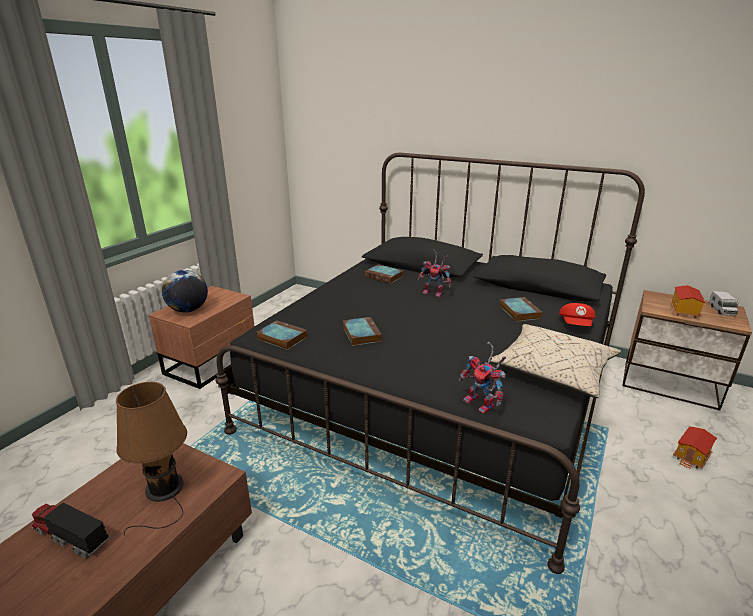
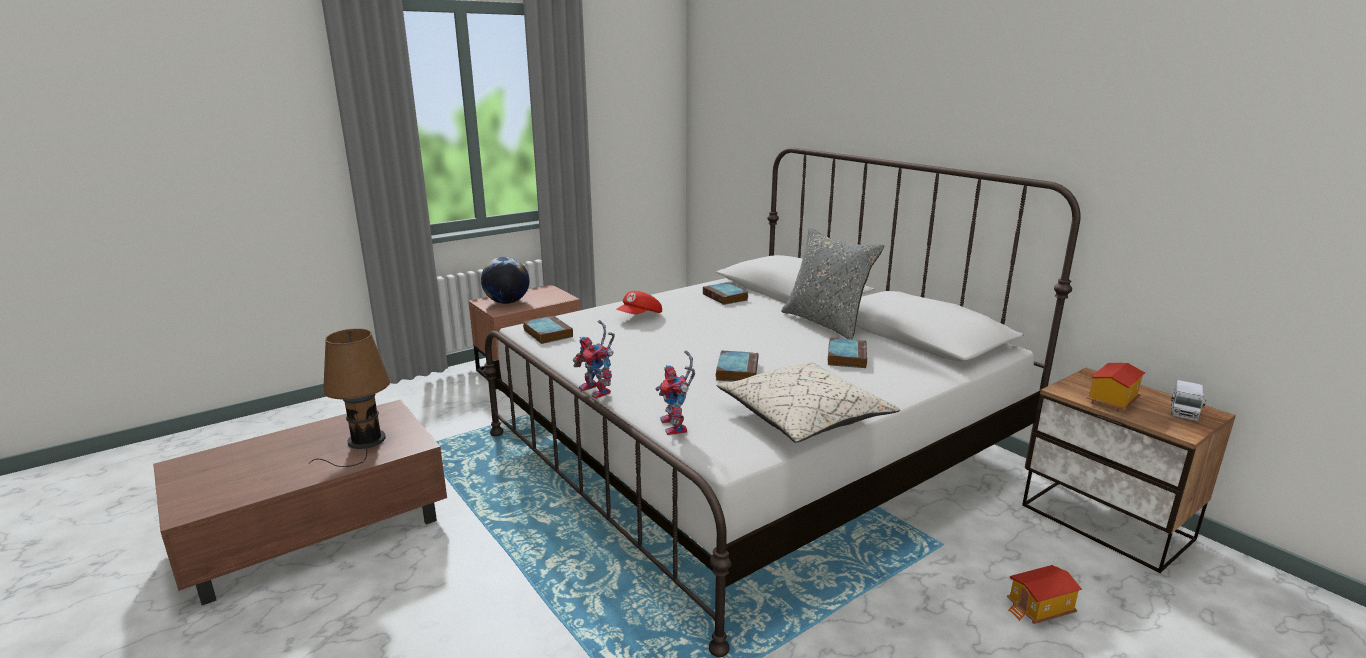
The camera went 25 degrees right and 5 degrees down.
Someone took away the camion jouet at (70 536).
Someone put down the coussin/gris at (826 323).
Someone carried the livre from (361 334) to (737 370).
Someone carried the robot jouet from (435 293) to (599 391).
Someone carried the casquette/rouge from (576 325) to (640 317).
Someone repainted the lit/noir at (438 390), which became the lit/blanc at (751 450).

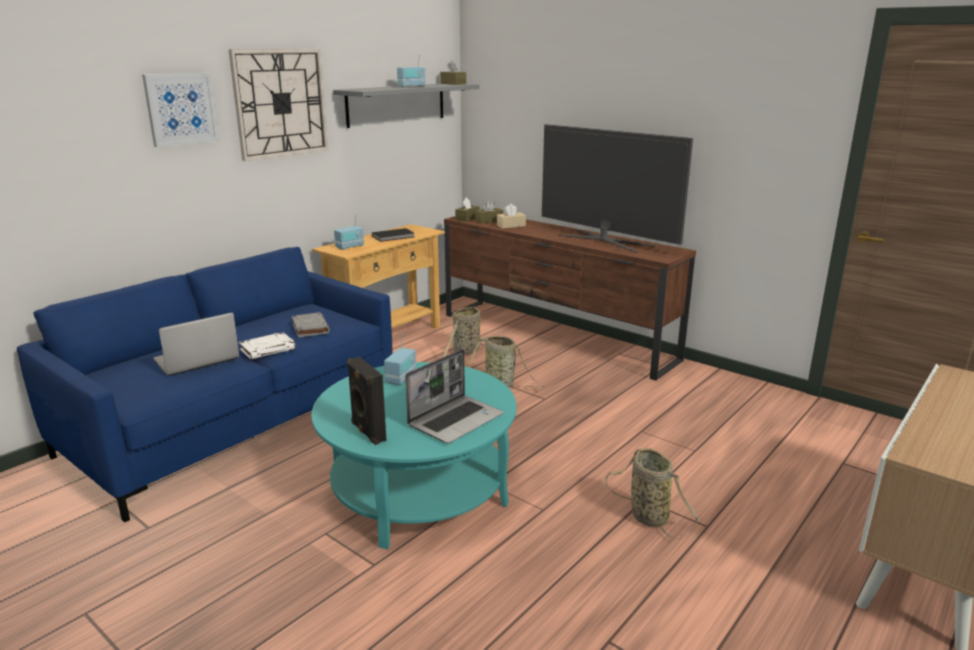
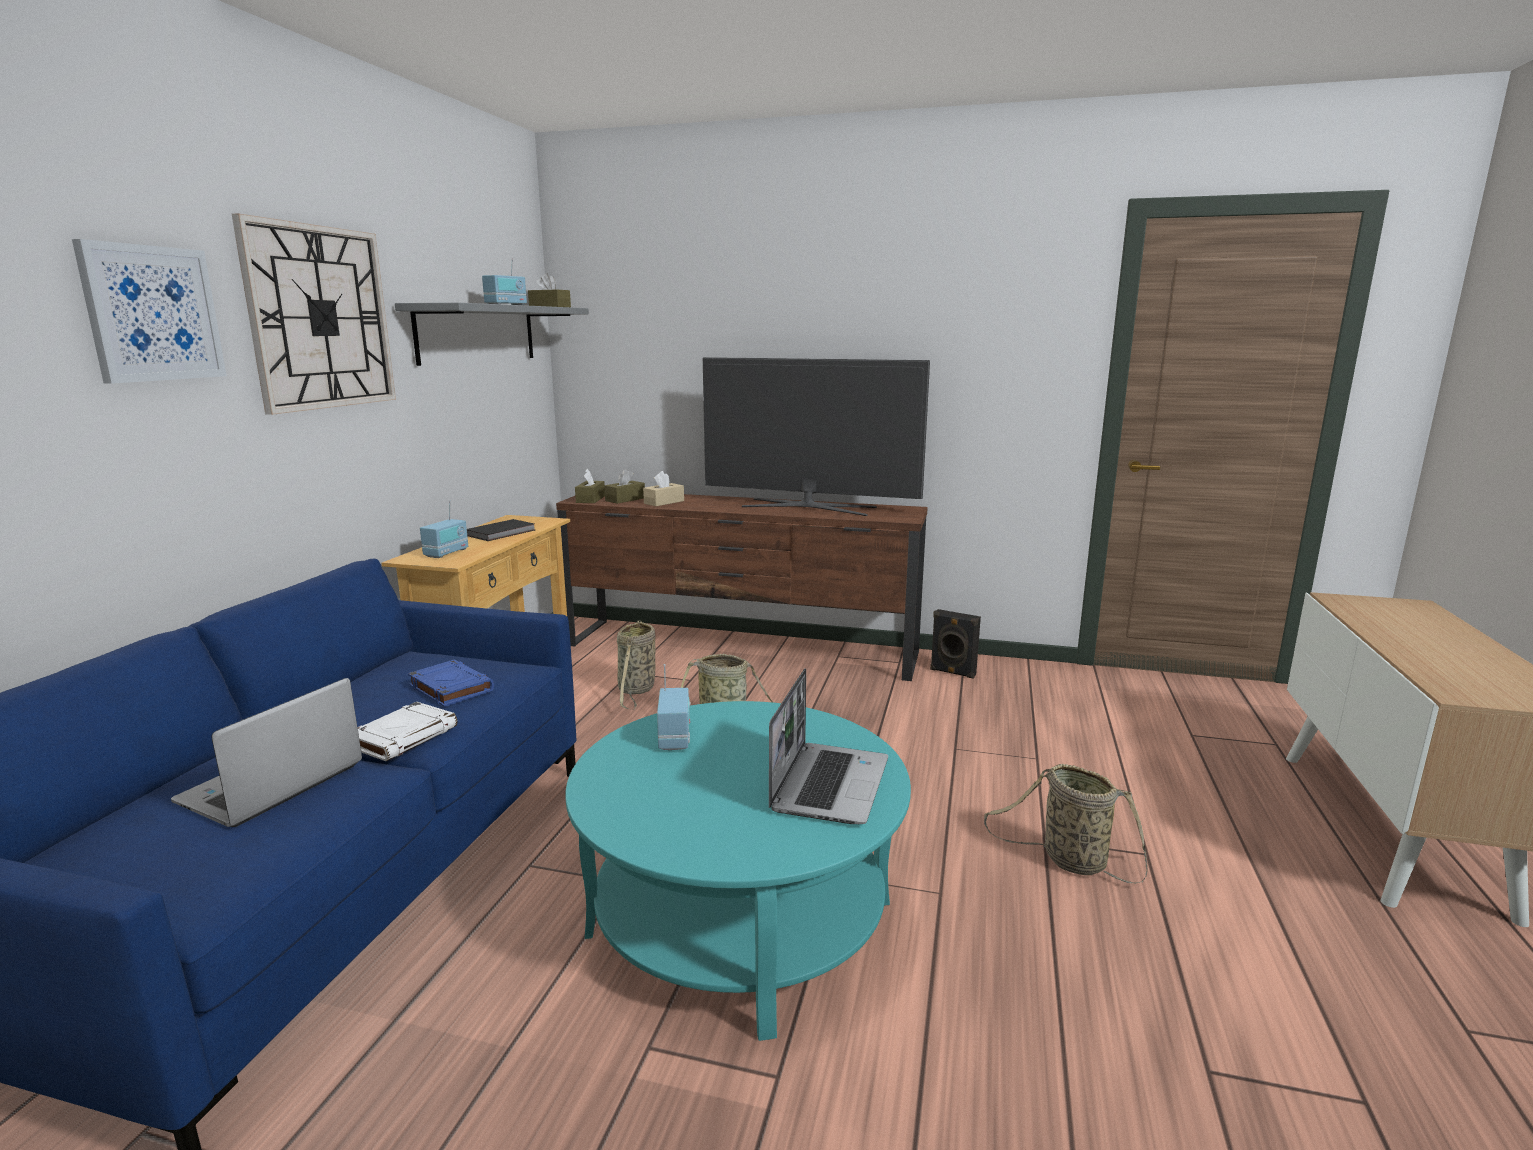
The camera went 25 degrees left and 5 degrees down.
Someone carried the enceinte/noir from (367 432) to (952 672).
Someone repainted the livre/gris at (310 328), which became the livre/bleu at (450 688).

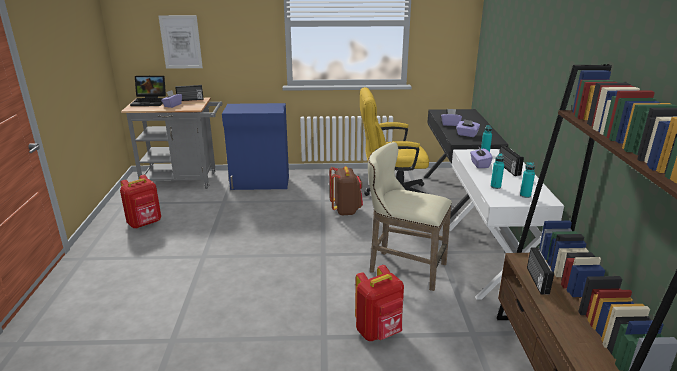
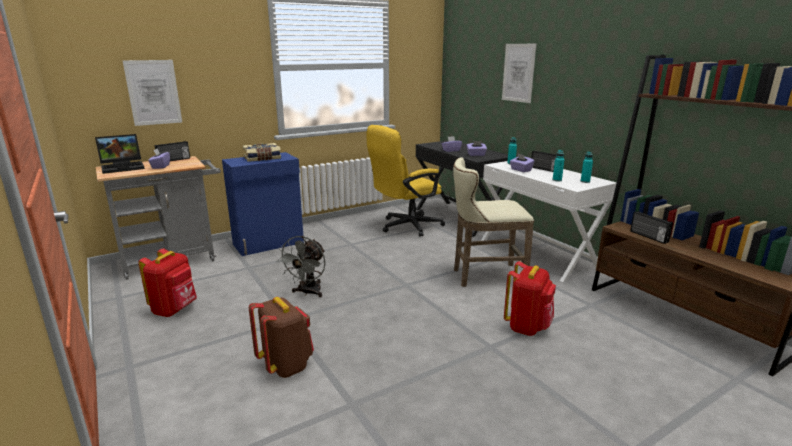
The camera went 30 degrees left and 5 degrees down.
Someone put down the livre at (262 158).
Someone put down the ventilateur/gris at (308 292).
Someone put up the tableau at (518 73).
Someone carried the sac à dos/marron from (346 210) to (286 365).

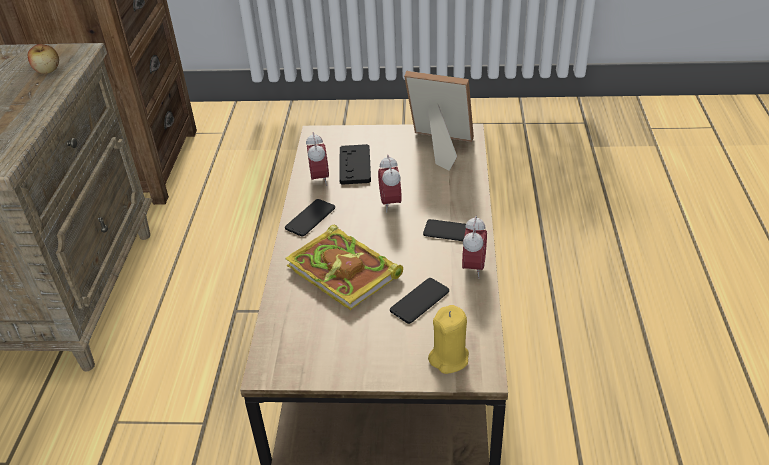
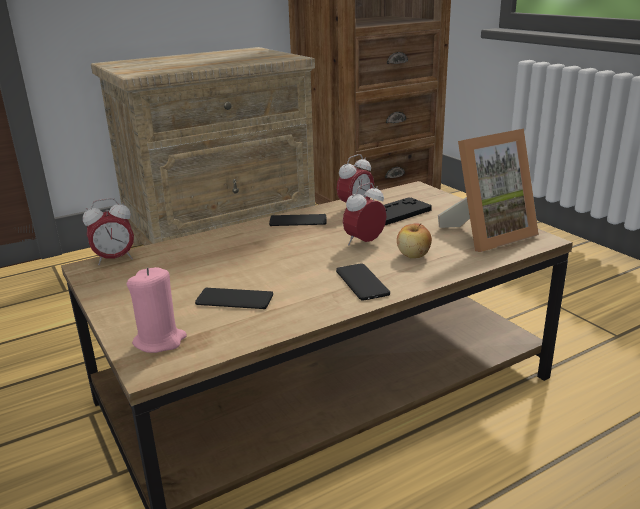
The camera went 55 degrees right and 15 degrees down.
Someone took away the livre at (346 272).
Someone carried the pomme from (47 71) to (413 255).
Someone carried the réveil from (473 268) to (114 259).
Someone repainted the bougie/jaune at (449 358), which became the bougie/rose at (160 341).
Someone rotated the cadre photo at (438 147) by 75 degrees clockwise.

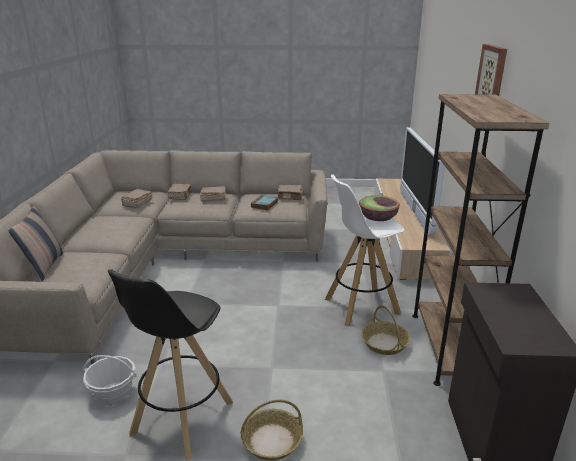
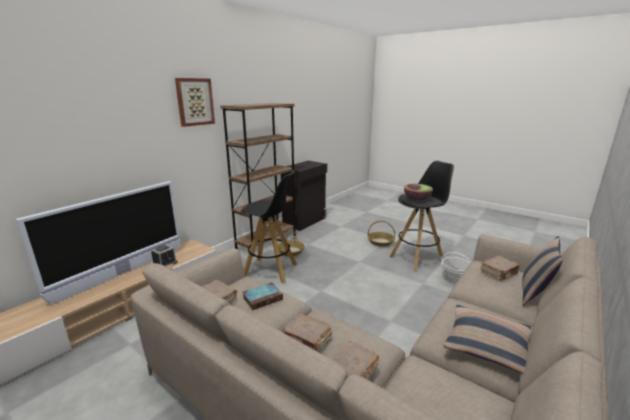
The camera went 145 degrees left and 5 degrees down.
Someone put down the réveil at (165 264).
Someone put down the coussin at (486 345).
Someone carried the livre/marron from (137 203) to (499 273).
Someone carried the bol from (378 219) to (417 199).
Someone repainted the tabouret/blanc at (360 306), which became the tabouret/noir at (271 270).

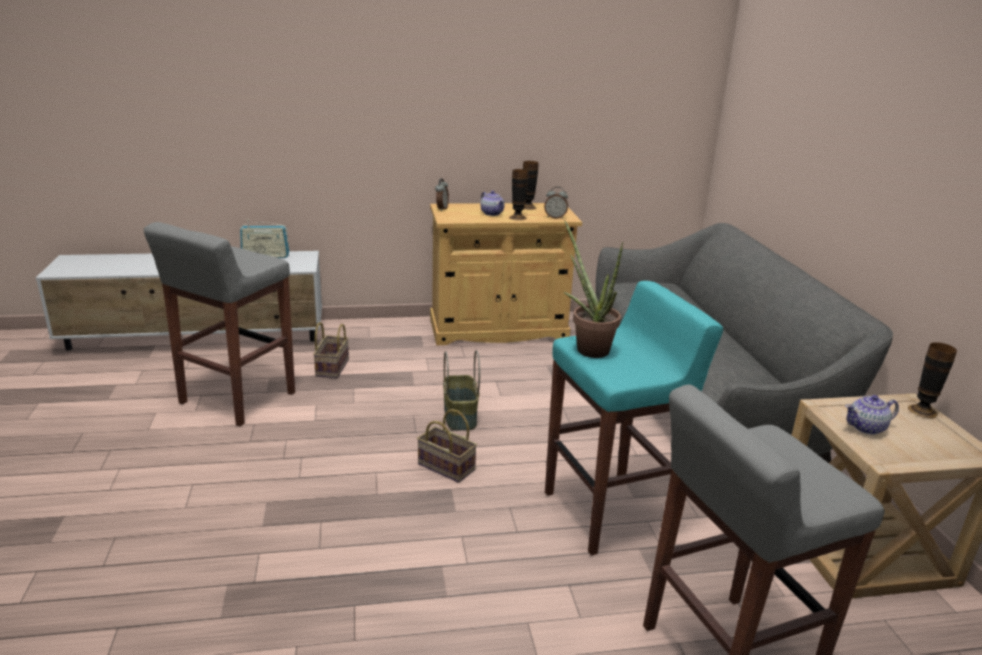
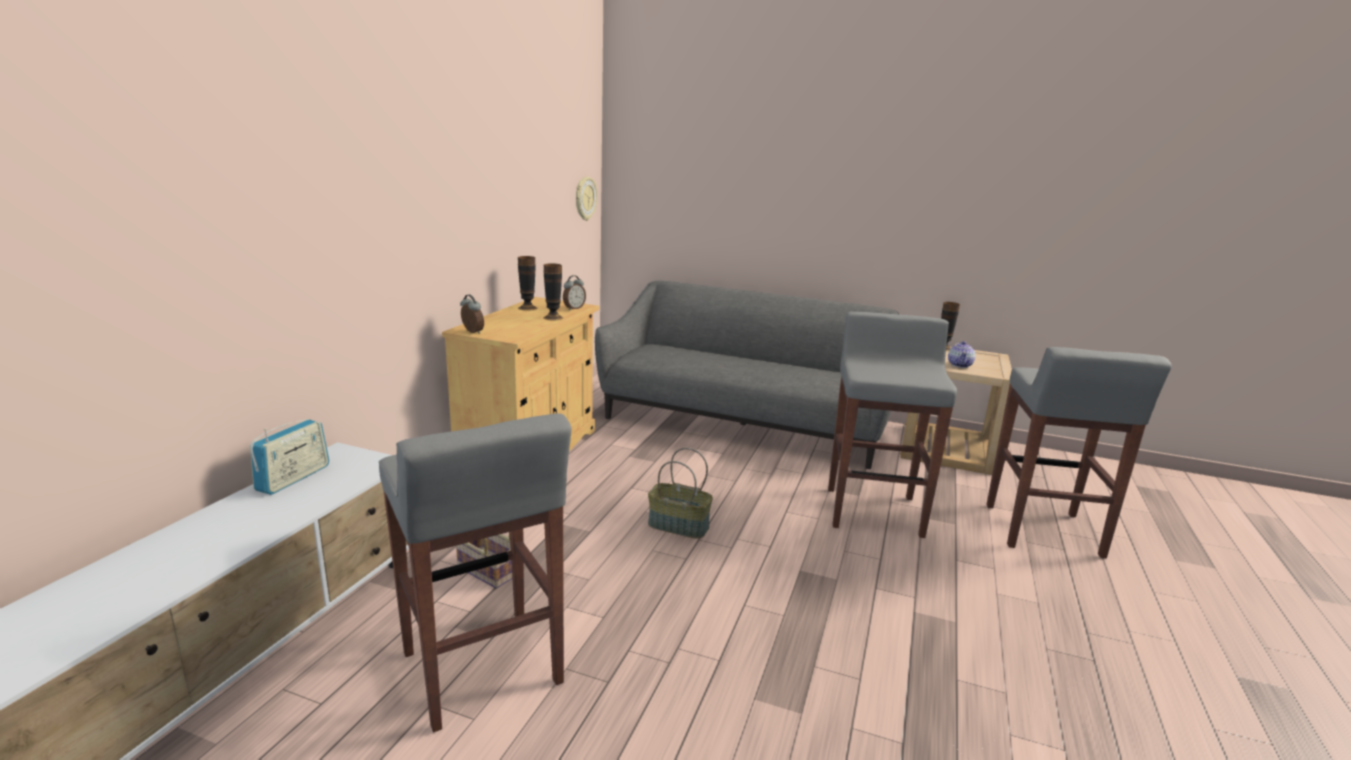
The camera went 60 degrees left and 5 degrees down.
Someone took away the panier at (444 467).
Someone took away the théière at (492 213).
Someone took away the plante en pot at (587 347).
Someone put up the horloge murale at (585 198).
Someone repainted the tabouret/turquoise at (610 513), which became the tabouret/gris at (873 511).

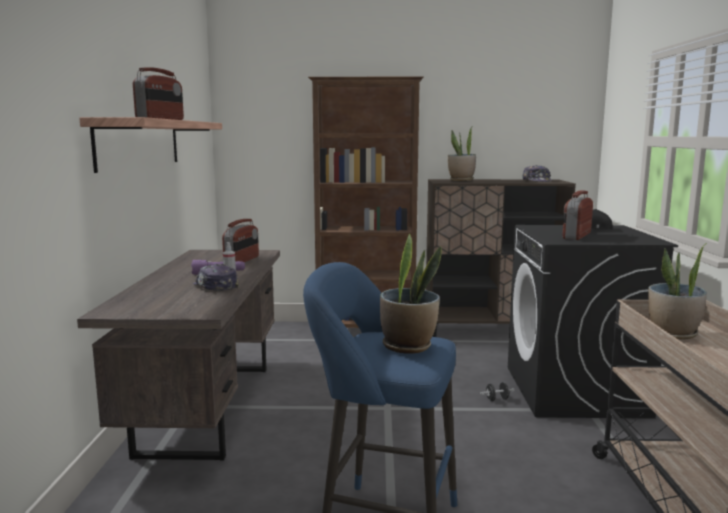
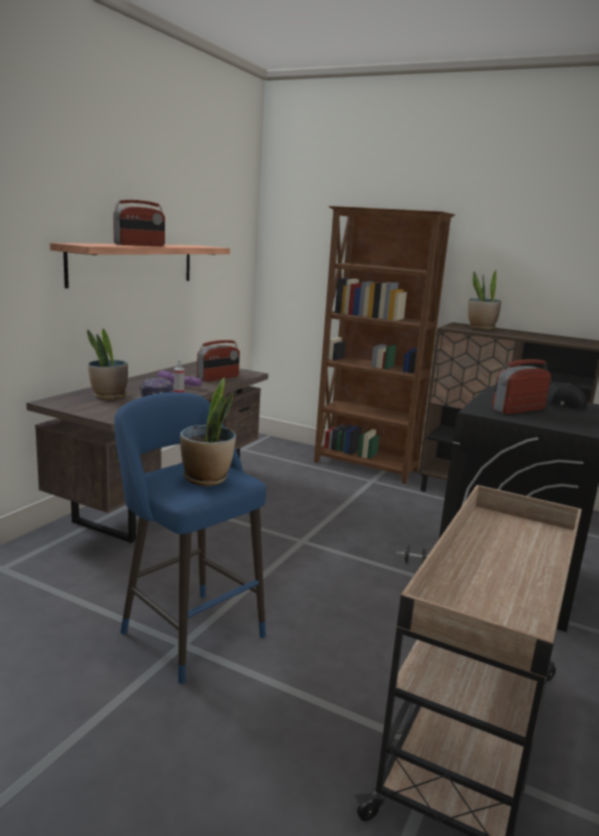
The camera went 25 degrees right and 5 degrees up.
Someone took away the casquette at (537 181).
Someone carried the plante en pot from (673 334) to (109 396).

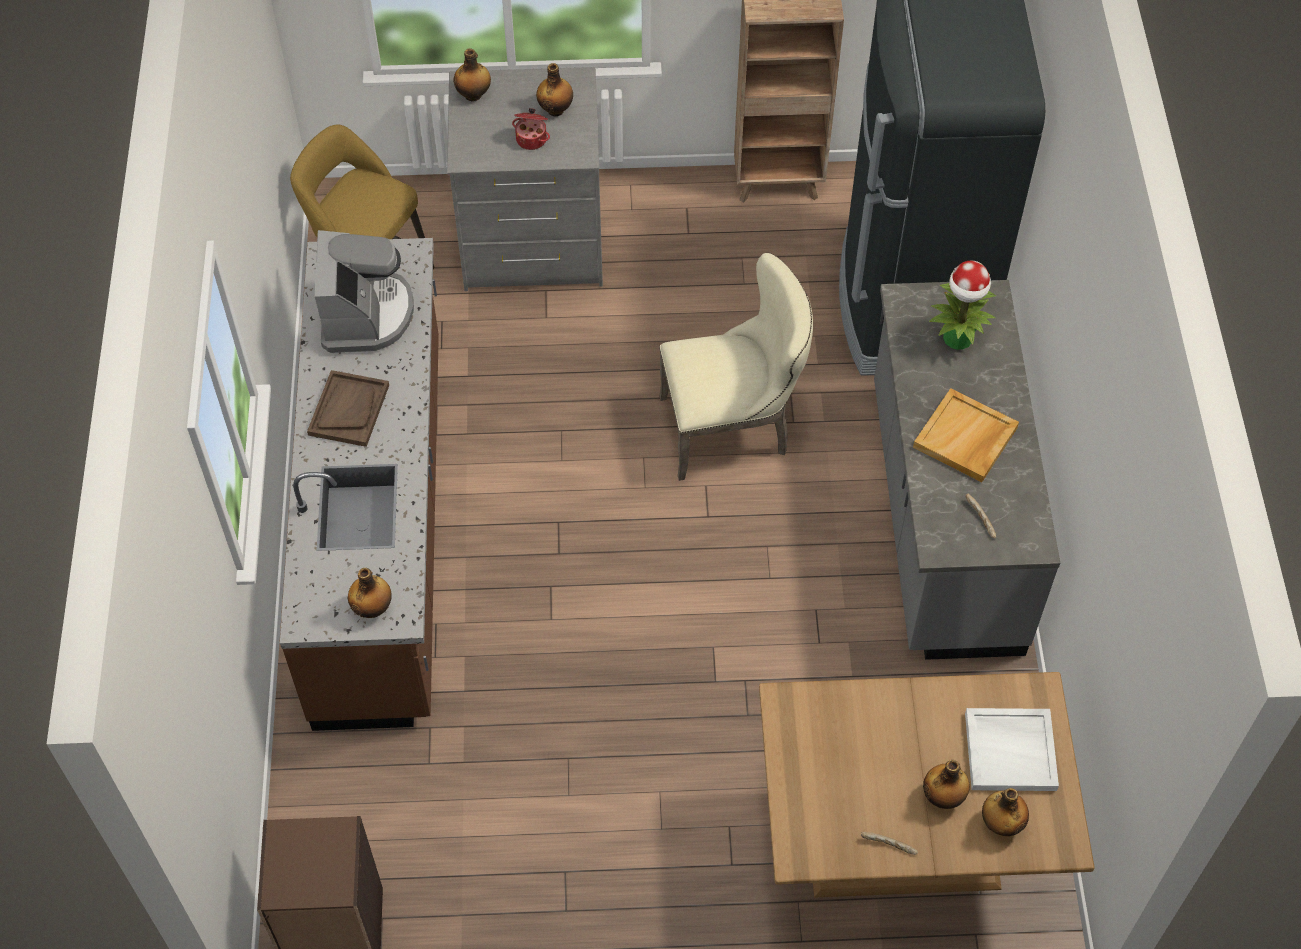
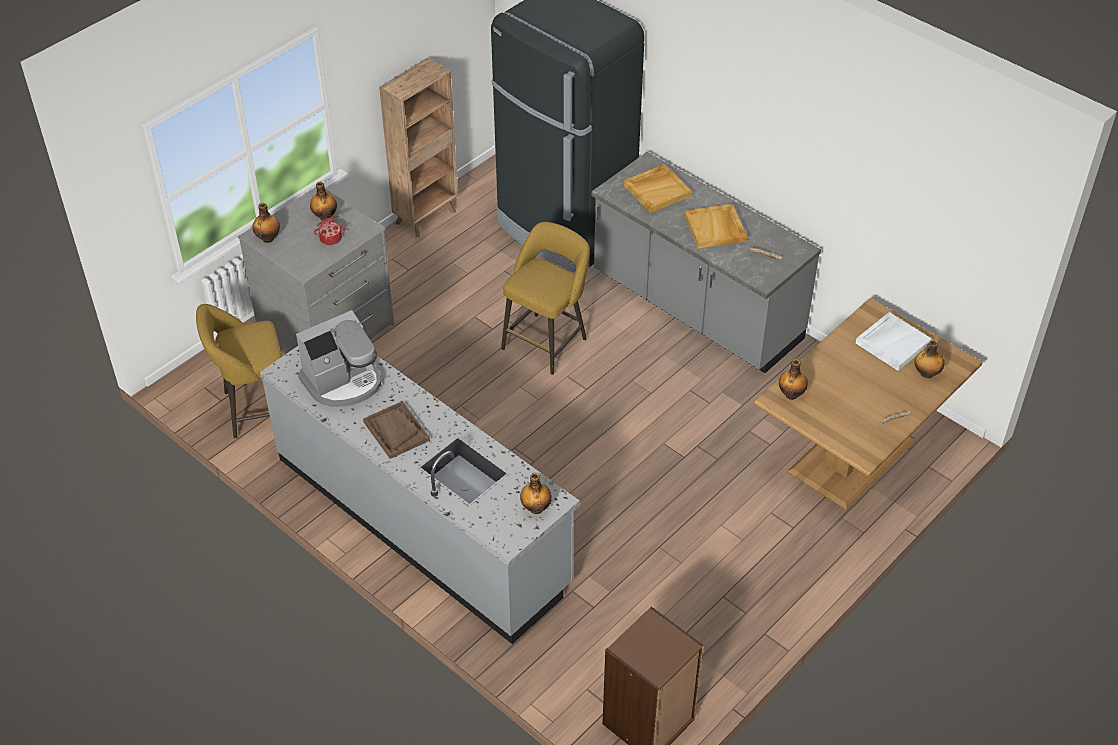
The camera went 45 degrees left and 10 degrees down.
Someone carried the bouteille from (943 797) to (791 394).
Someone swapped the chaise/beige at (732 427) for the tabouret/jaune at (547 341).
Someone swapped the plante en pot at (958 338) for the plateau/beige at (657 190).
Someone repainted the comptoir de cuisine/marron at (383 527), which became the comptoir de cuisine/gris at (422 520).
Someone rotated the machine à café at (365 314) by 105 degrees clockwise.

